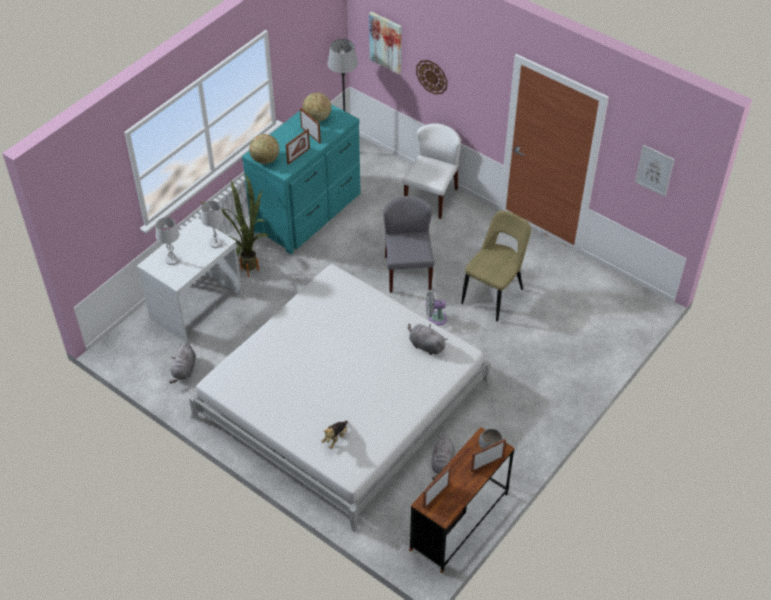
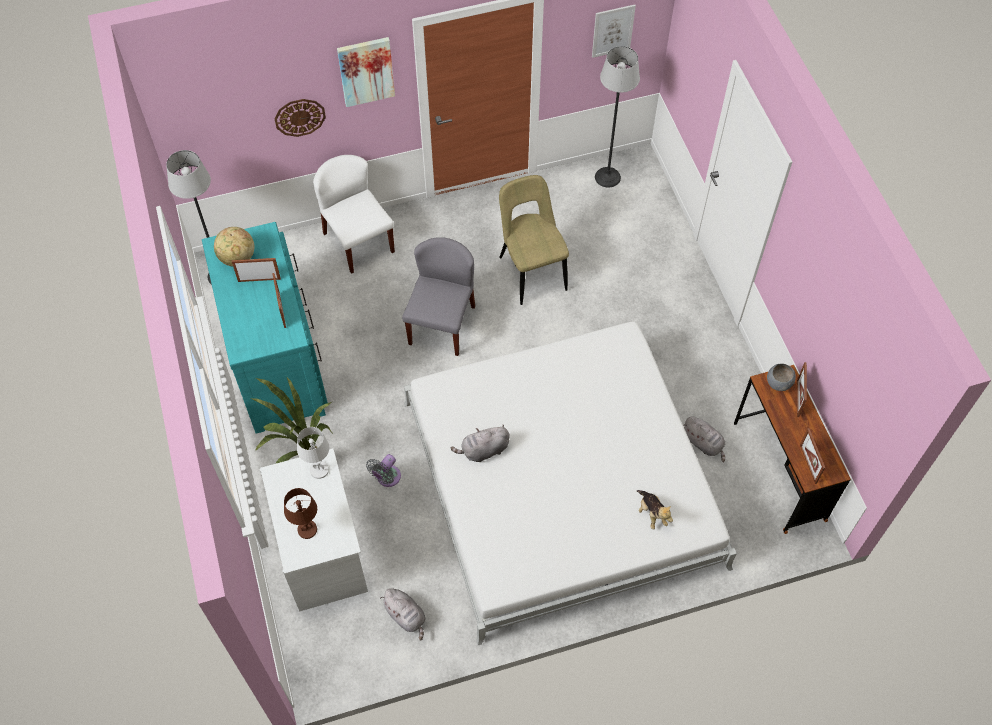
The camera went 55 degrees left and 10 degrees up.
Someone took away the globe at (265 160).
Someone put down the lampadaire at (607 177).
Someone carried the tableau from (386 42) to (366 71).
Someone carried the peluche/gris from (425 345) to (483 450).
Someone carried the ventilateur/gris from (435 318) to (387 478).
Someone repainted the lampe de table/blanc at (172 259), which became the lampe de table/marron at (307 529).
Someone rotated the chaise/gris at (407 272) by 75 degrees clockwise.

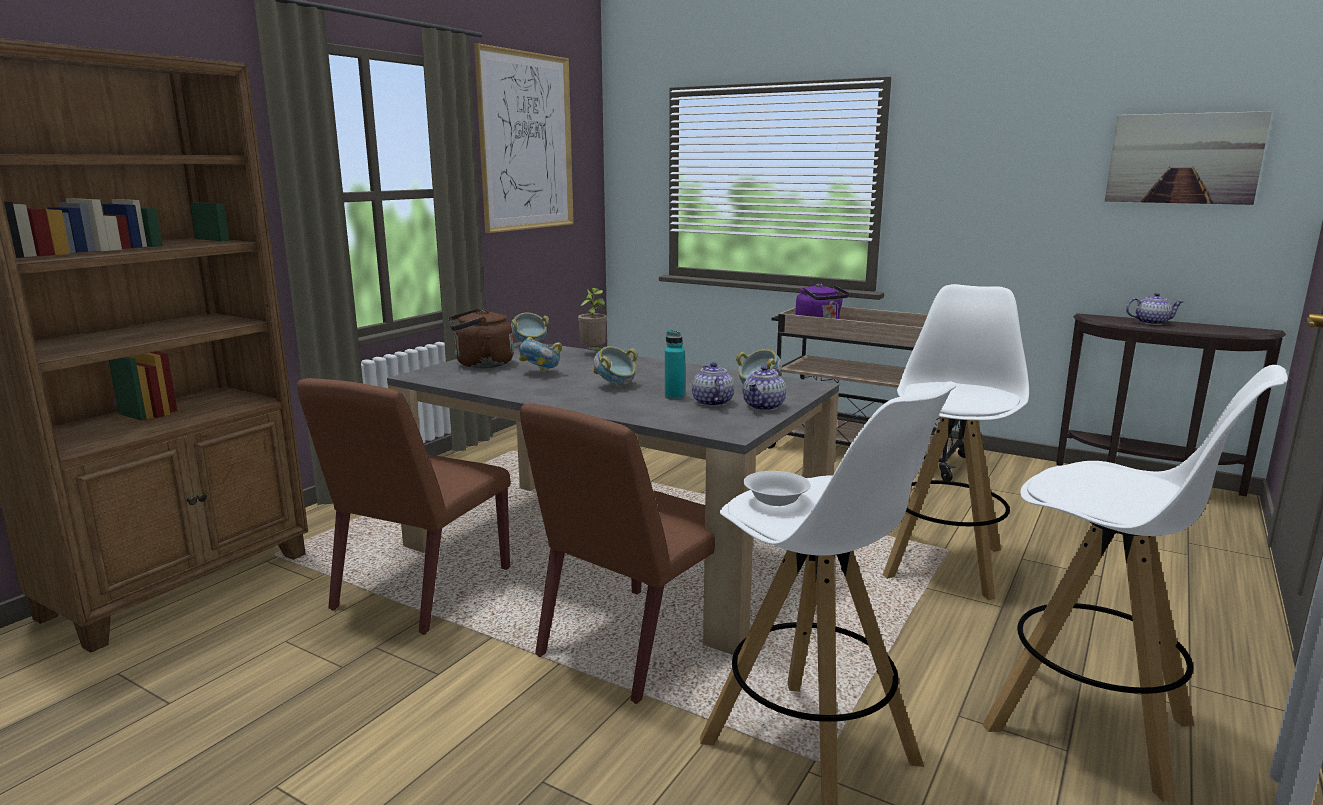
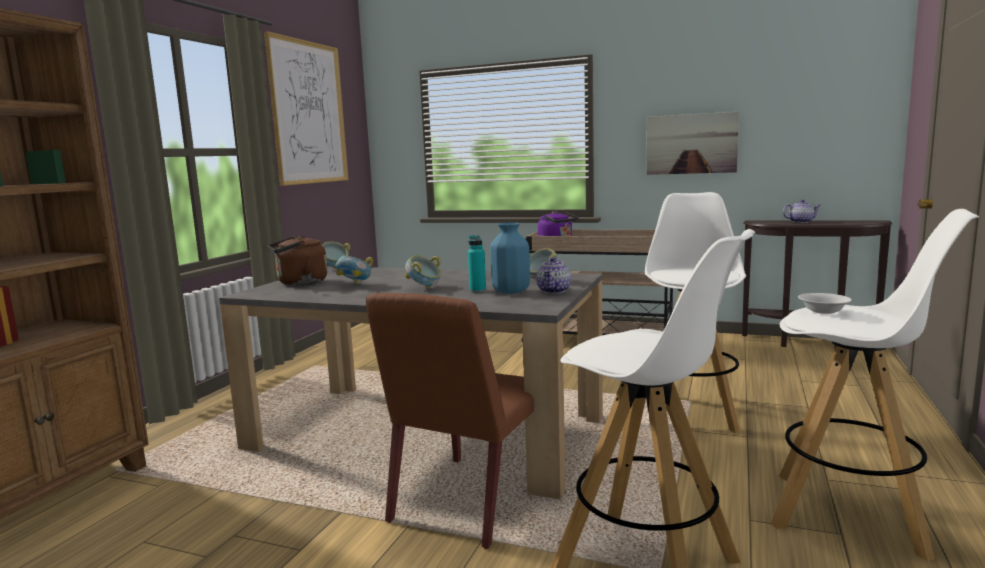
The camera went 10 degrees left and 5 degrees down.
Someone took away the chaise/marron at (422 589).
Someone took away the plante en pot at (594 353).
Someone carried the bol/blanc from (775 499) to (822 311).
Someone carried the tableau from (1183 158) to (691 144).
Someone swapped the théière at (711 402) for the vase/bleu at (510 292).

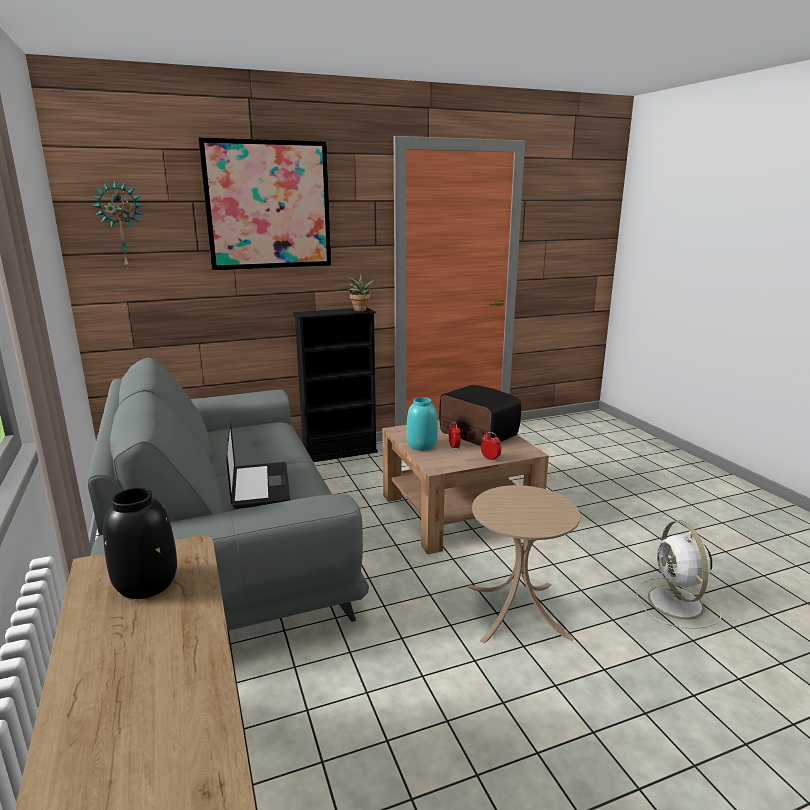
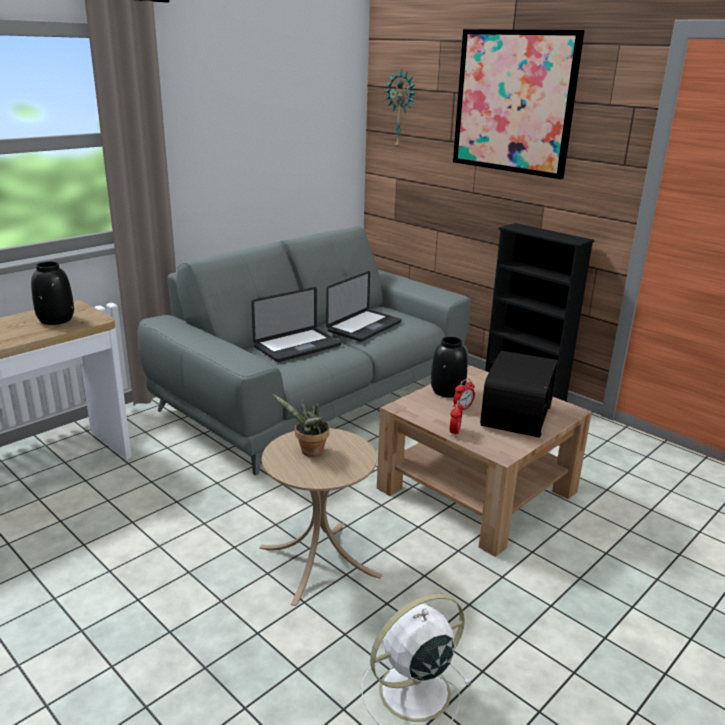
The camera went 65 degrees right and 5 degrees up.
Someone put down the ordinateur portable at (364 327).
Someone carried the plante en pot from (360 310) to (309 452).
Someone repainted the vase/turquoise at (422 445), which became the vase/noir at (447 391).

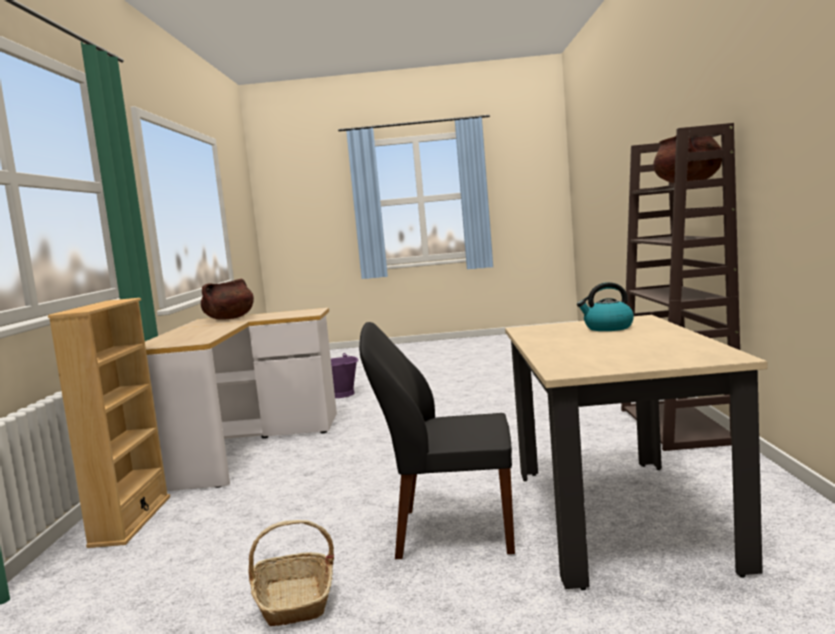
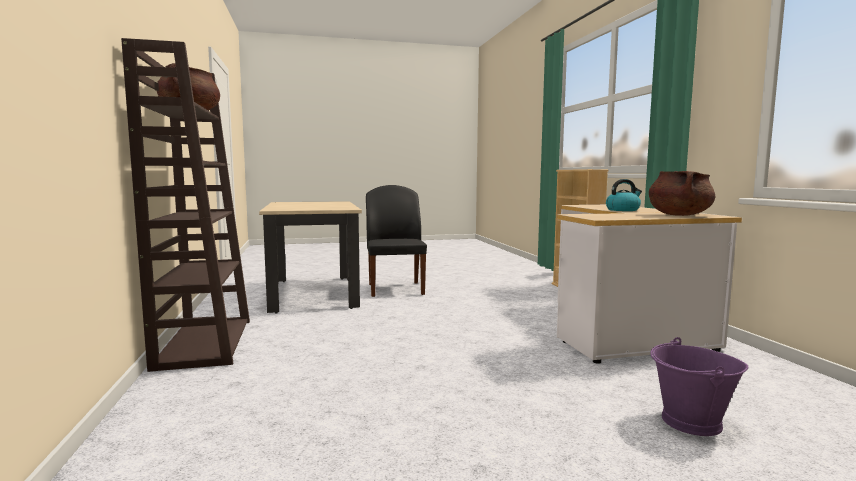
The camera went 165 degrees right and 0 degrees up.
Someone took away the panier at (294 601).
Someone carried the bouilloire from (608 328) to (623 210).
Someone rotated the chaise/noir at (451 531) by 90 degrees counterclockwise.

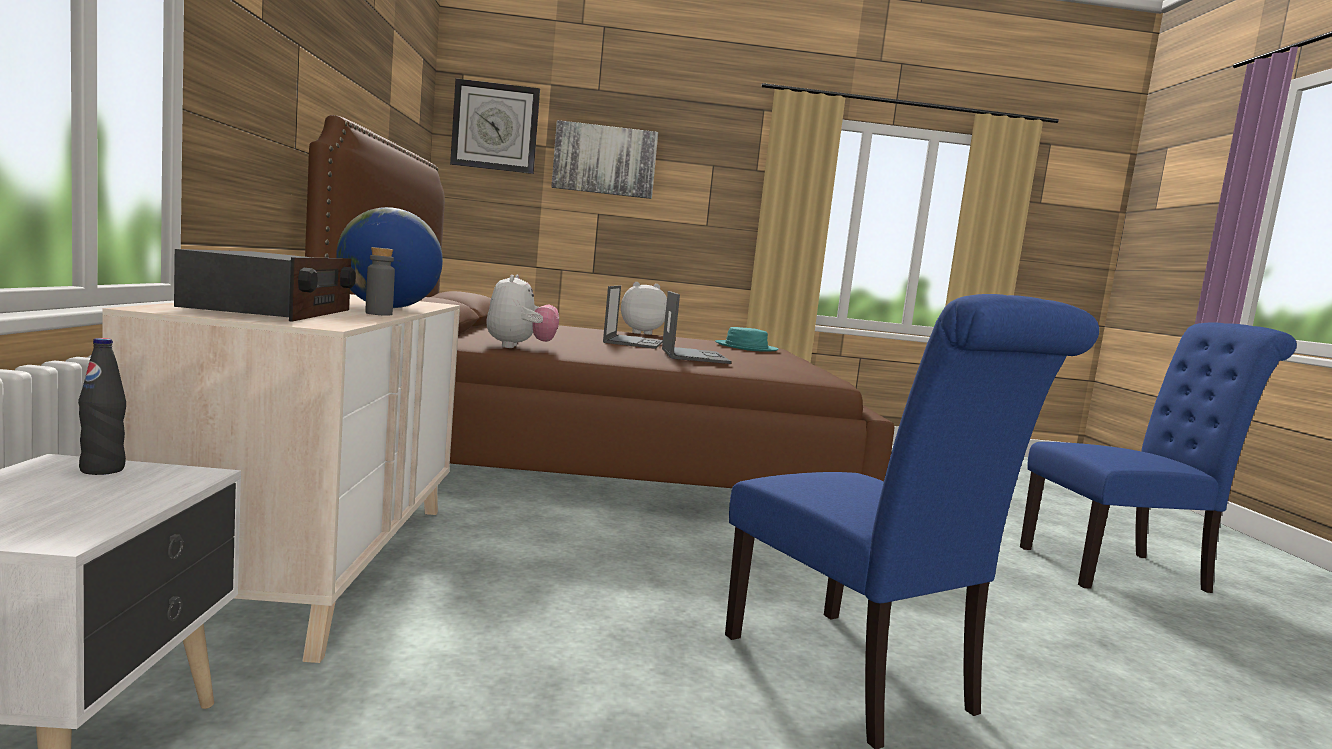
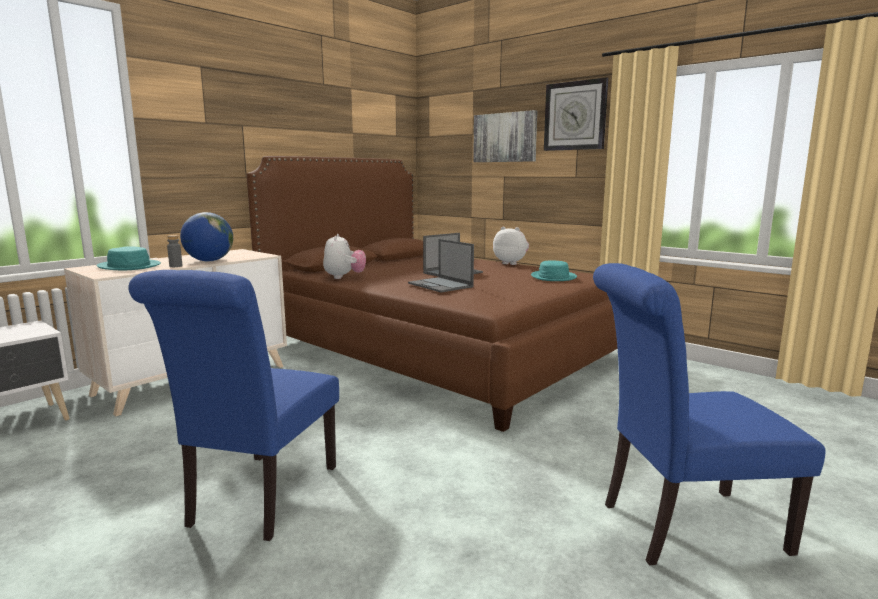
The camera went 45 degrees right and 5 degrees up.
Someone took away the bouteille/noir at (102 470).
Someone carried the horloge murale from (495 127) to (575 116).
Someone swapped the radio at (272 310) for the chapeau/turquoise at (129 266).
Someone rotated the peluche at (519 347) by 45 degrees counterclockwise.
Someone rotated the ordinateur portable at (693 356) by 105 degrees clockwise.
Someone rotated the chaise/bleu at (1123 570) by 135 degrees clockwise.

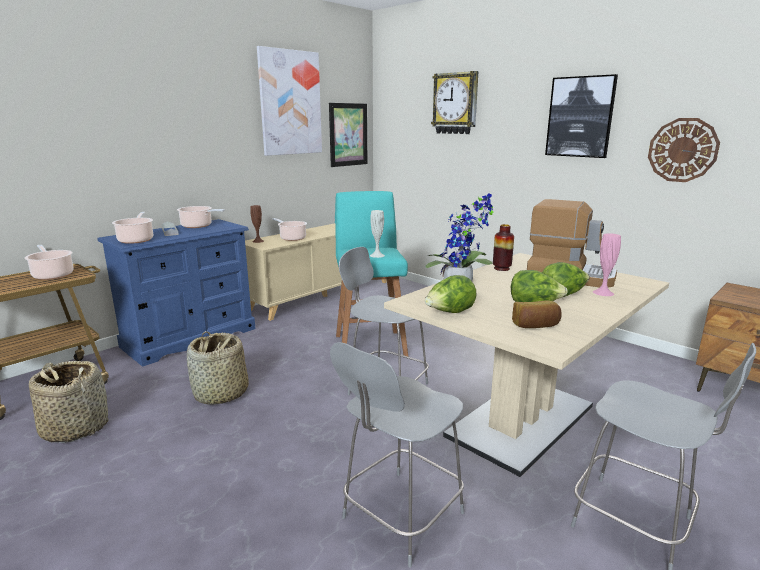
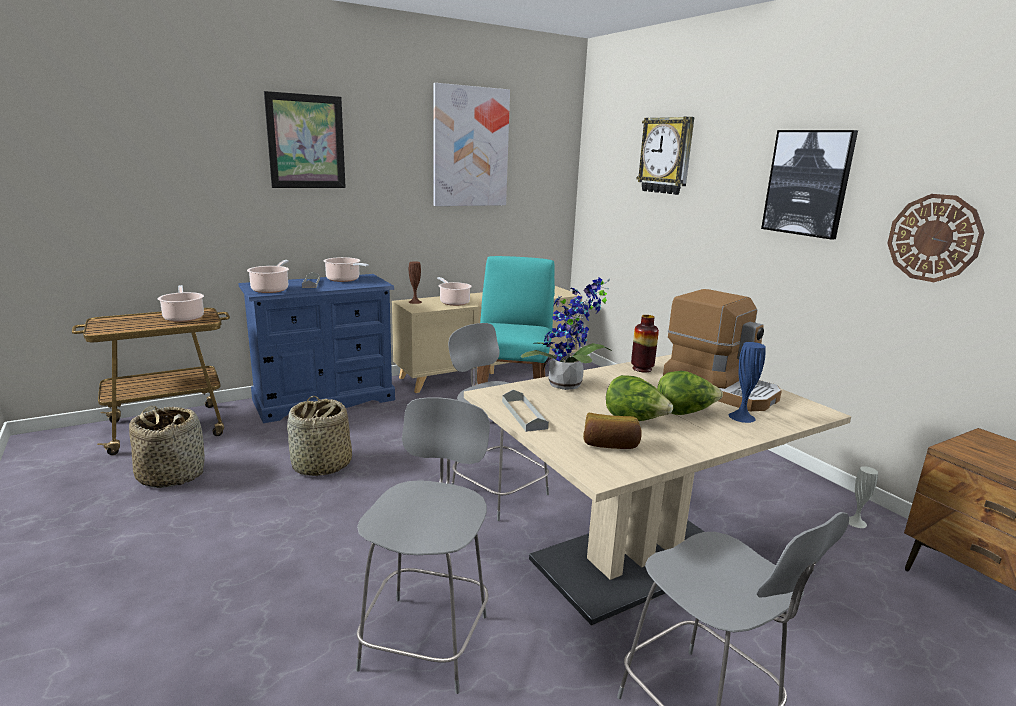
The camera went 15 degrees right and 0 degrees up.
Someone carried the tableau from (348 134) to (306 142).
Someone carried the vase/blanc from (377 255) to (855 522).
Someone swapped the laitue at (450 313) for the plateau/gris at (524 414).
Someone repainted the vase/rose at (603 292), which became the vase/bleu at (741 417).
Someone rotated the chaise/gris at (400 518) by 135 degrees clockwise.

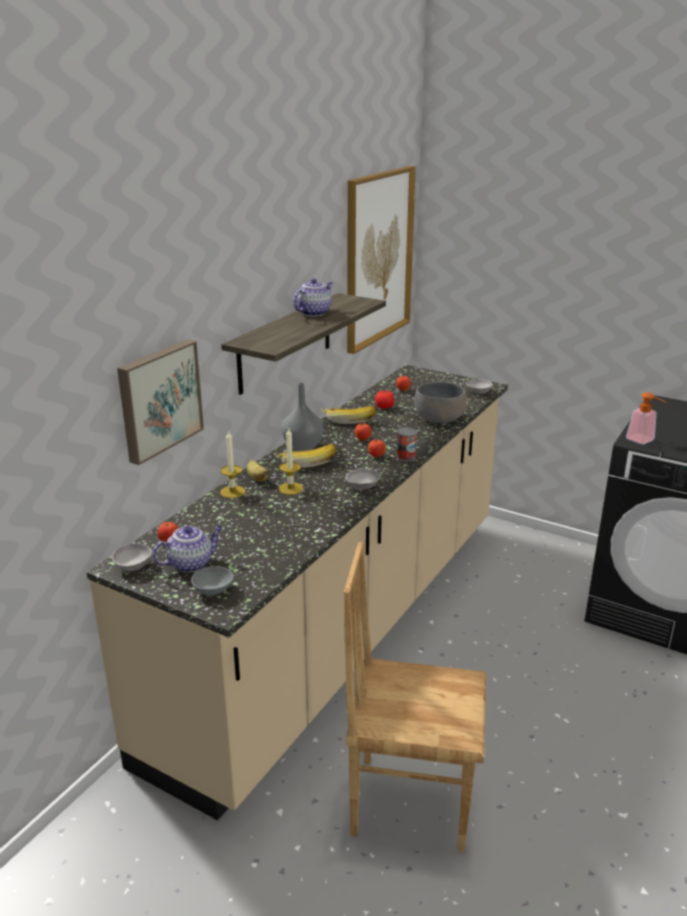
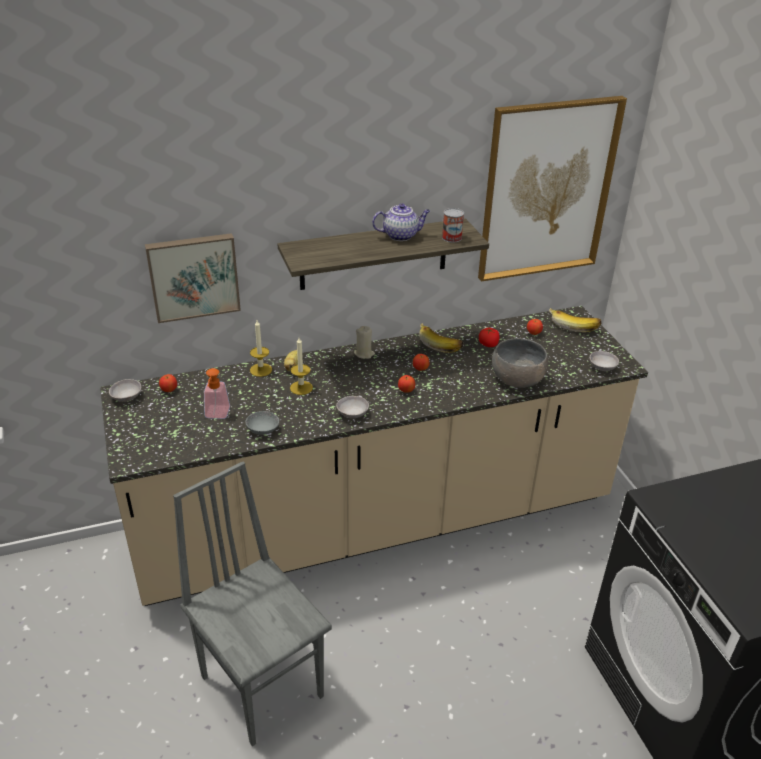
The camera went 40 degrees right and 10 degrees up.
Someone took away the théière at (191 563).
Someone carried the bol/gris from (213 590) to (263 430).
Someone carried the banane from (307 461) to (574 325).
Someone carried the boîte métallique from (406 456) to (451 238).
Someone carried the distributeur de savon from (644 441) to (216 415).
Someone swapped the vase/gris at (302 447) for the bougie/beige at (364 354).
Someone repainted the chaise/marron at (410 801), which became the chaise/gris at (263 684).

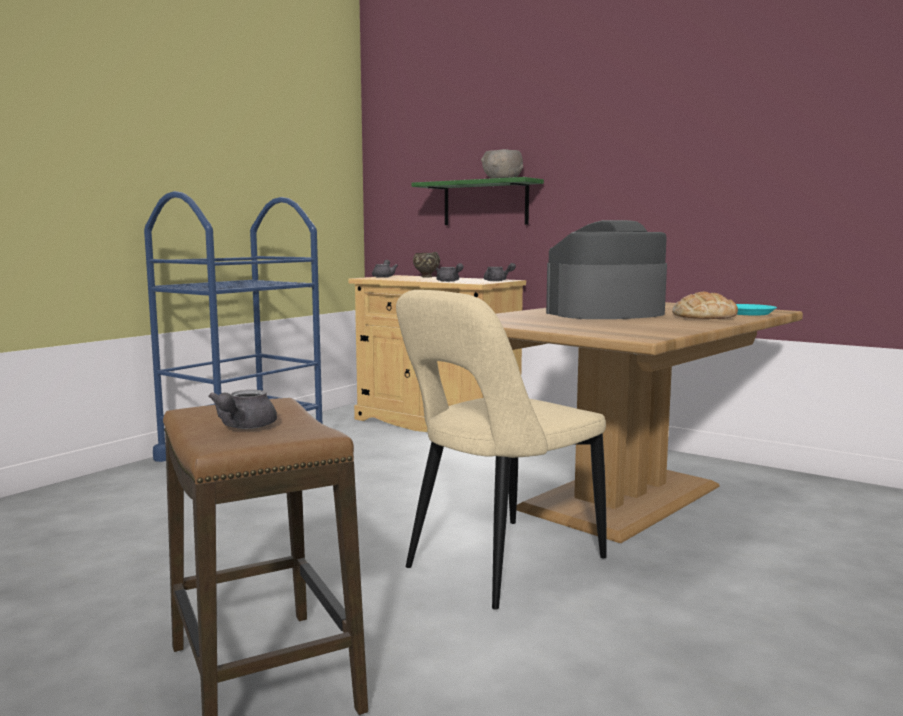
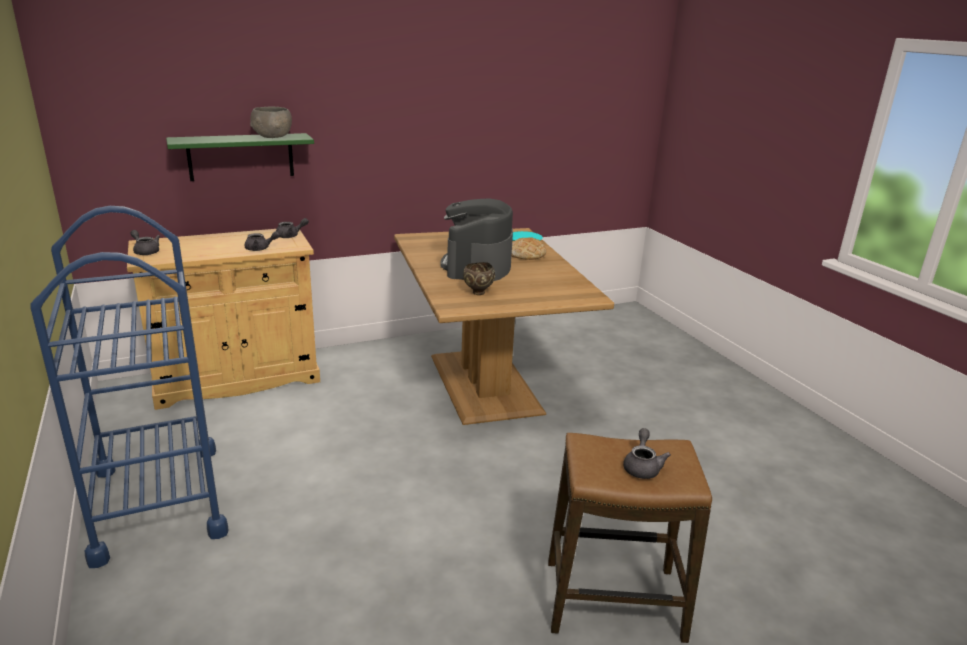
The camera went 60 degrees left and 15 degrees up.
Someone took away the chaise/beige at (498 565).
Someone carried the bol/marron from (426 277) to (478 293).
Someone rotated the théière/gris at (243 427) by 120 degrees counterclockwise.

